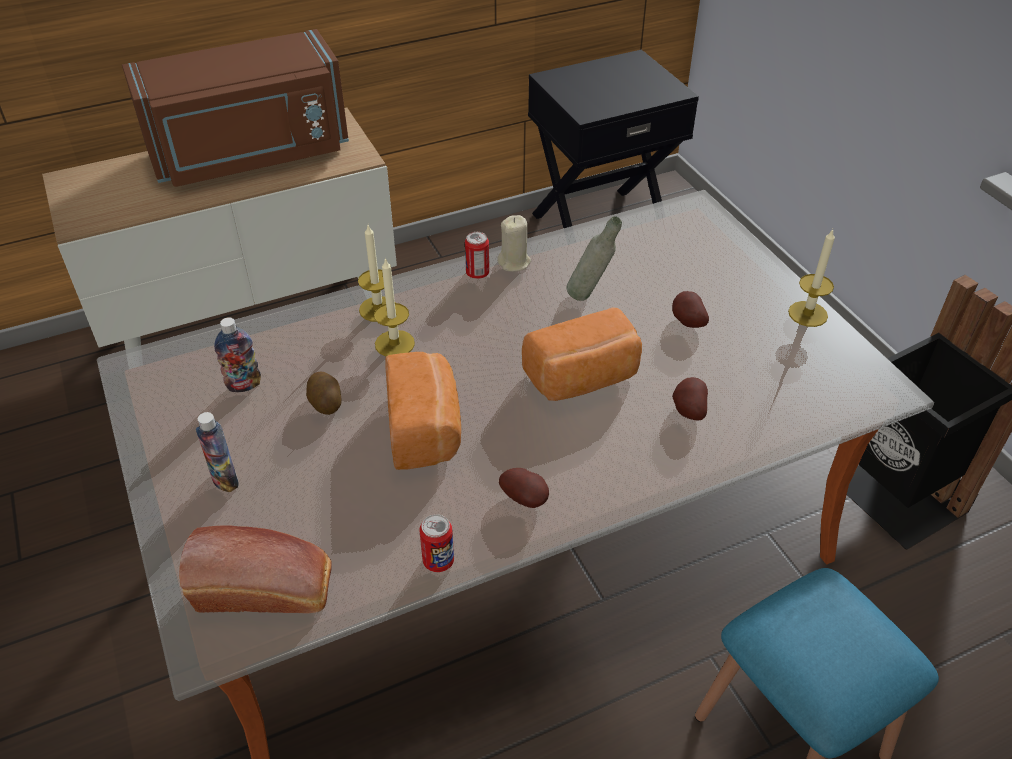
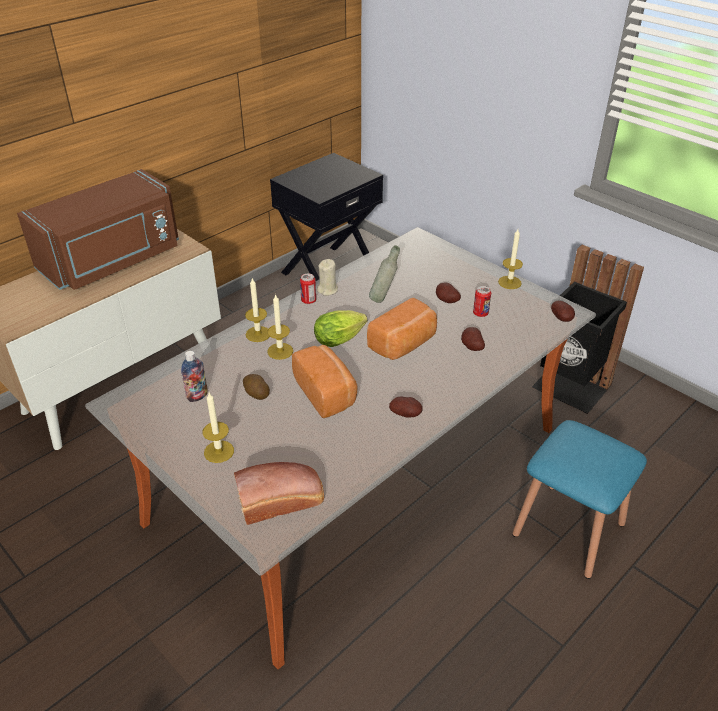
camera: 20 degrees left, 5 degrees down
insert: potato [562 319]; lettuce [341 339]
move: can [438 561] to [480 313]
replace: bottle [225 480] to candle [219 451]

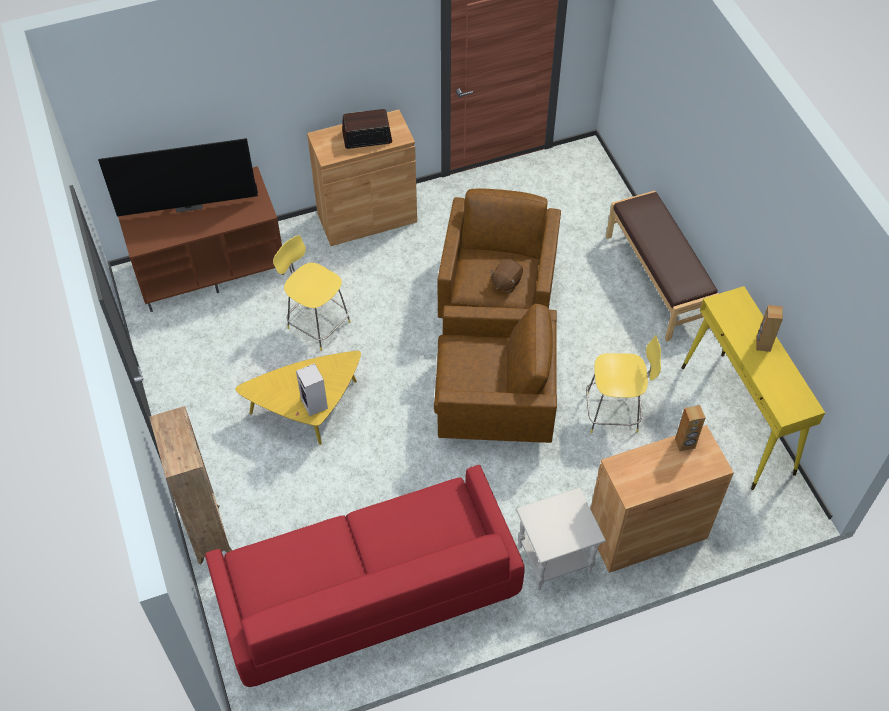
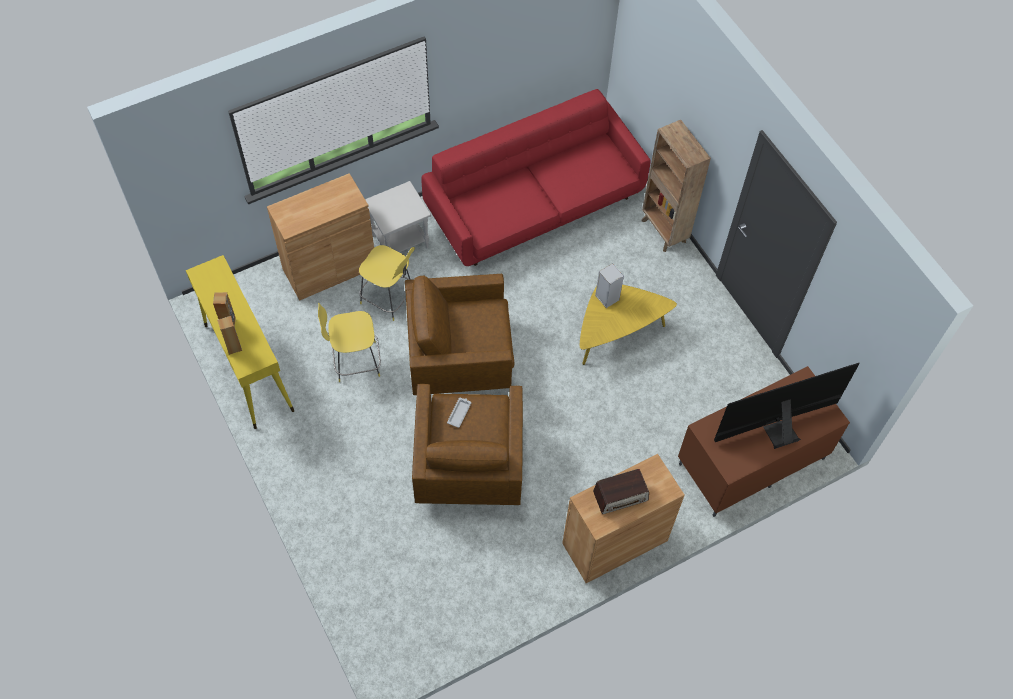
camera: 170 degrees right, 5 degrees up
delete: bench (brown) [657 280]
move: stool (yellow) [317 324] to [389 298]; speaker (brown) [685 444] to [234 347]
replace: plush toy (brown) [506 282] to tray (white) [459 413]

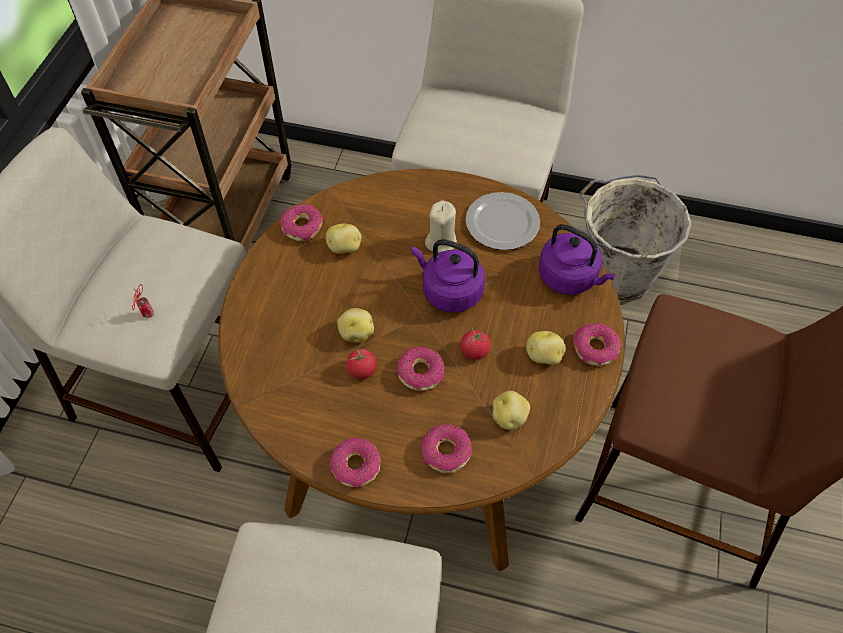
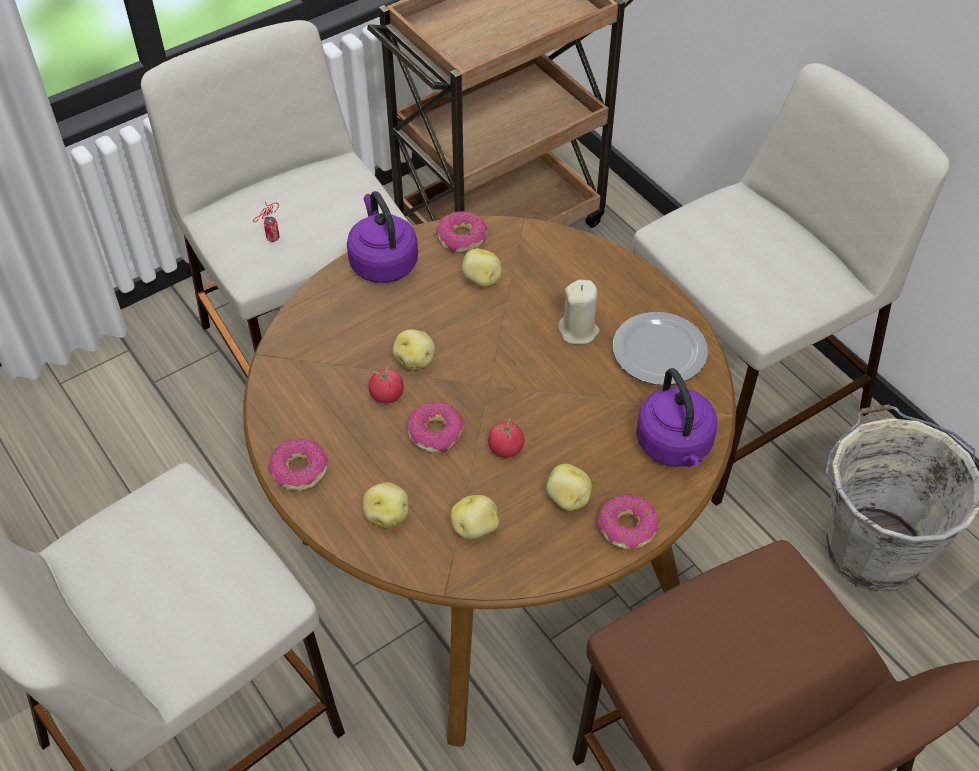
camera: 40 degrees right, 5 degrees down
move: kettle (purple) [449 291] to [382 262]
replace: donut [445 452] to potato [387 515]

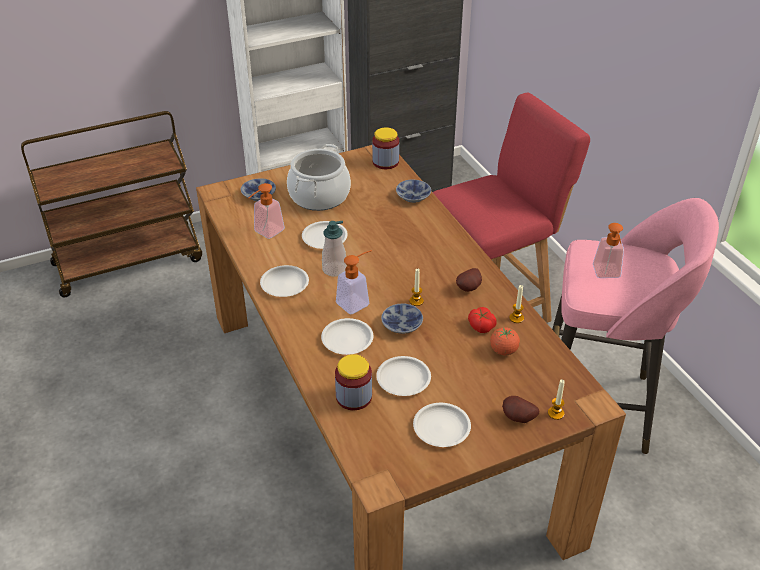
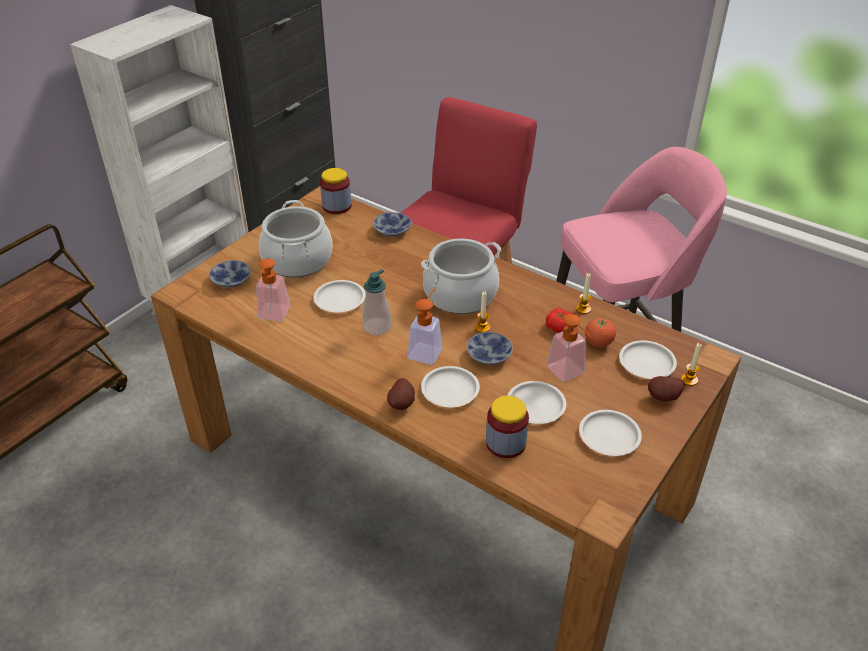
camera: 30 degrees left, 0 degrees up
insert: cooking pot [460 295]
move: soap dispenser [607 275] to [569 373]; plate (white) [284 284] to [646 363]; potato [469 288] to [402 404]

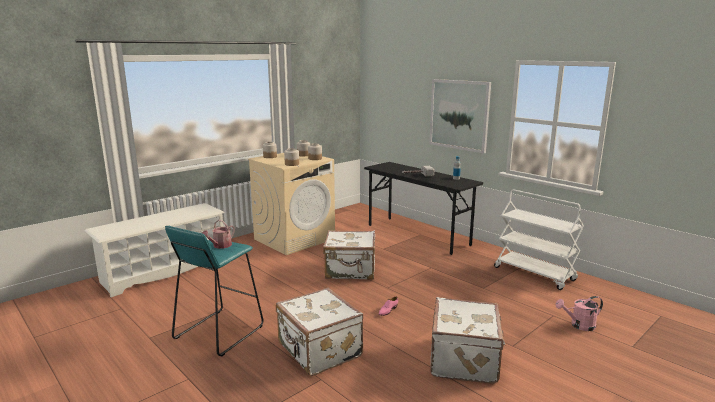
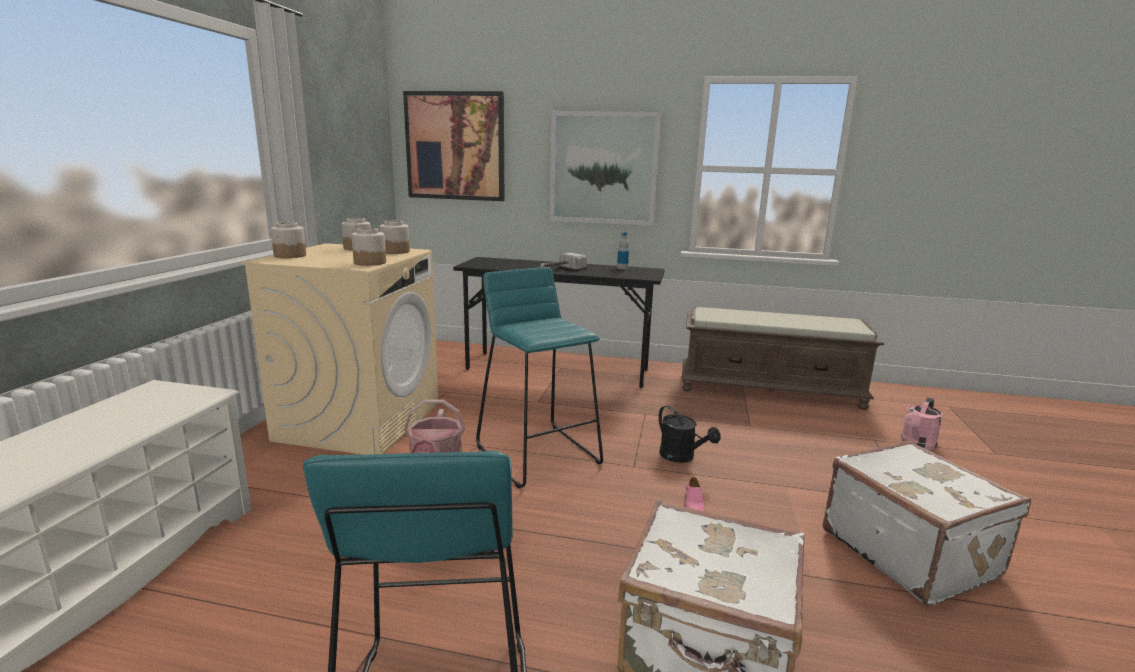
camera: 35 degrees left, 0 degrees up
insert: picture [455 146]; watering can (black) [682 457]
replace: cart (white) [535 274] to bench (brown) [770 389]; suitcase (white) [350 271] to stool (turquoise) [539 454]

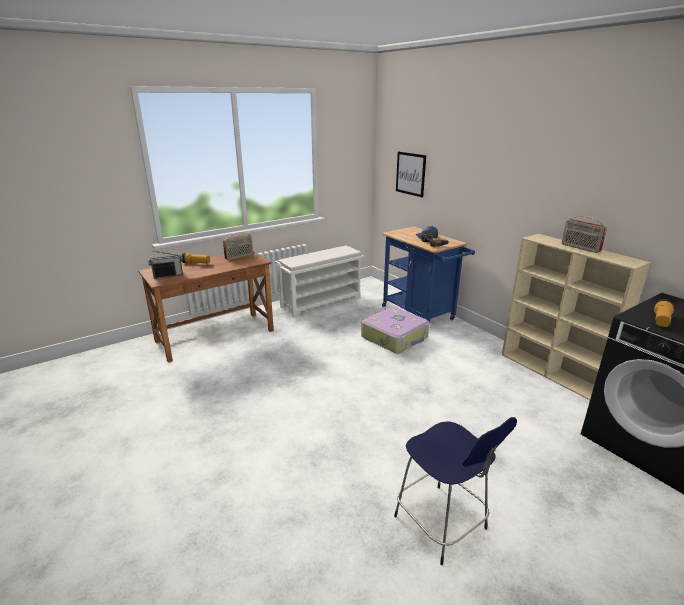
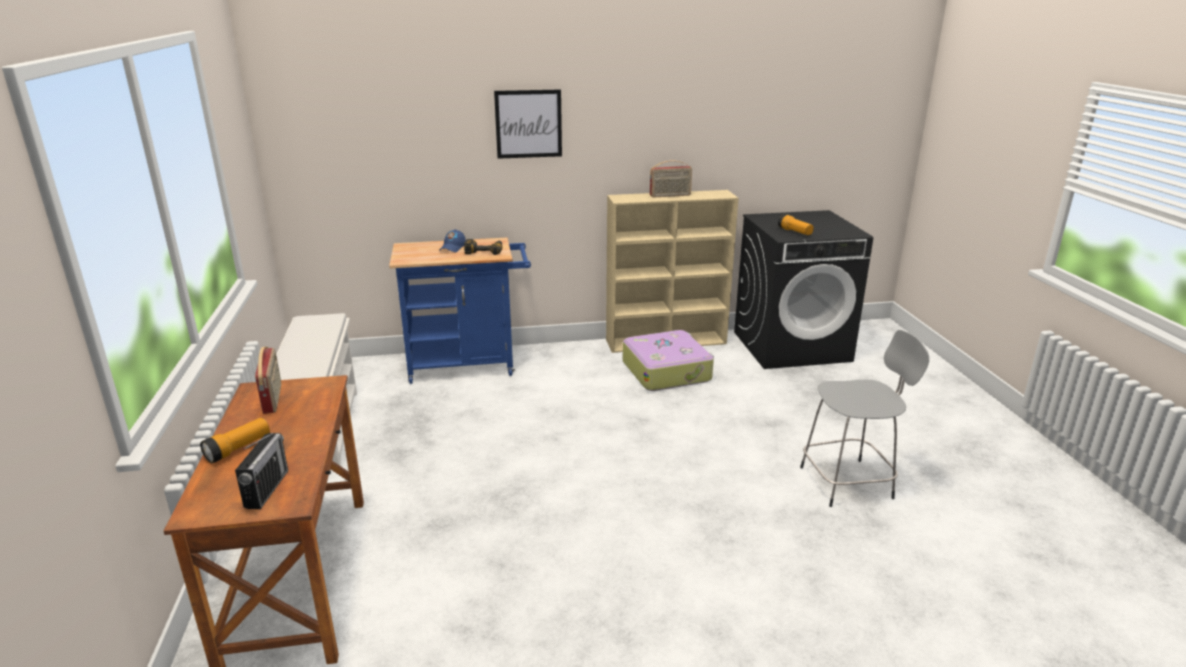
camera: 65 degrees left, 0 degrees up
move: picture [410 174] to [528 124]; suitcase [395 337] to [667 371]
recolor: stool (blue) [442 525] to stool (grey) [849 482]

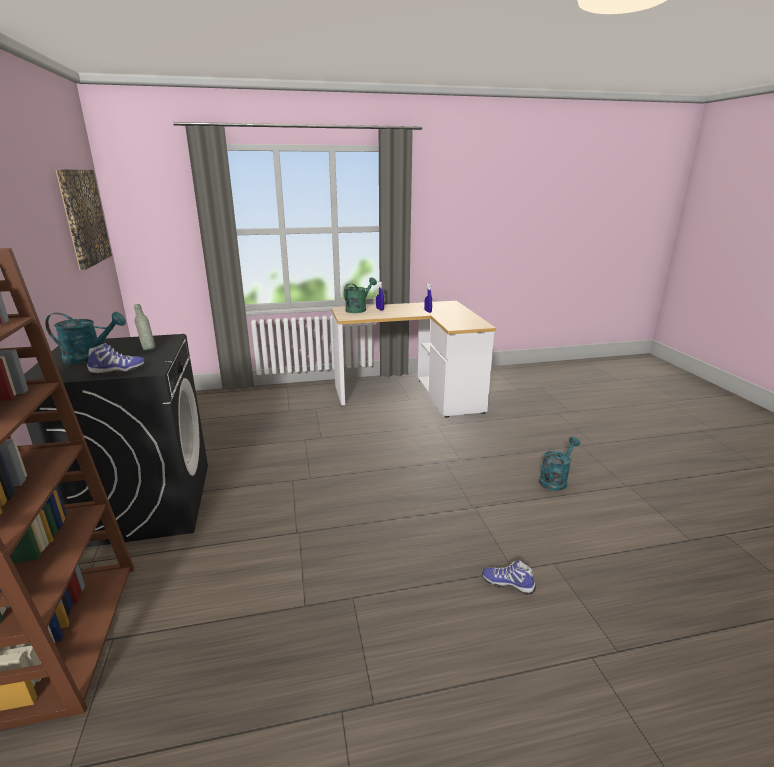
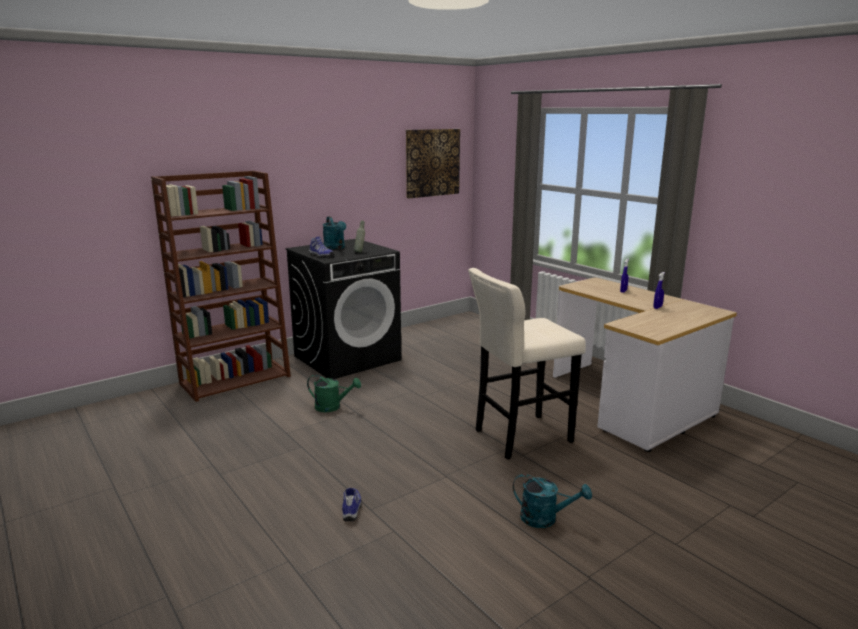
camera: 65 degrees right, 5 degrees down
insert: stool (beige) [519 437]
move: watering can (green) [358 309] to [332 407]

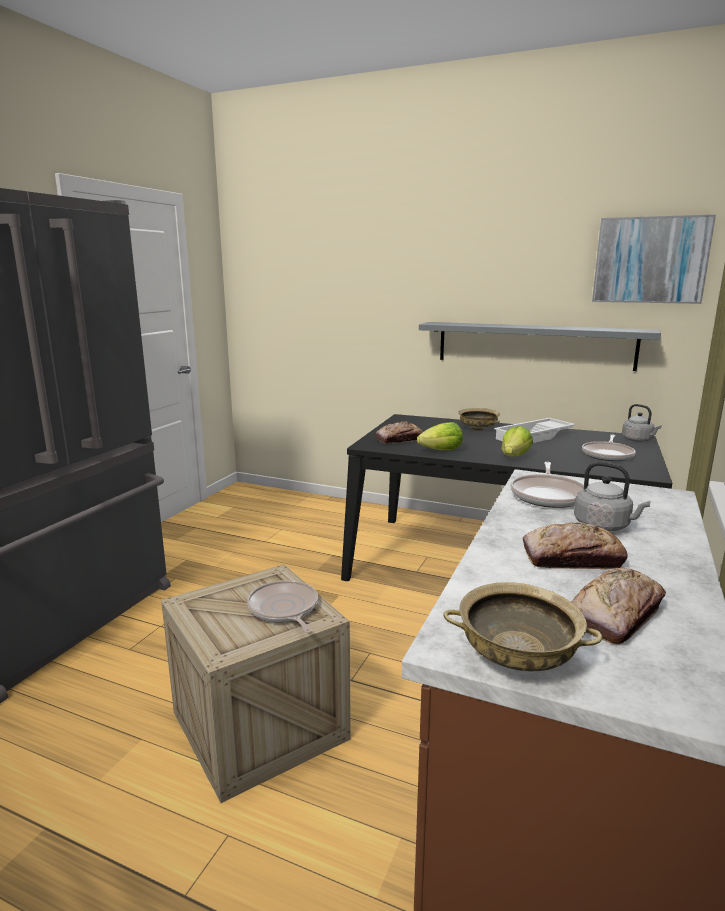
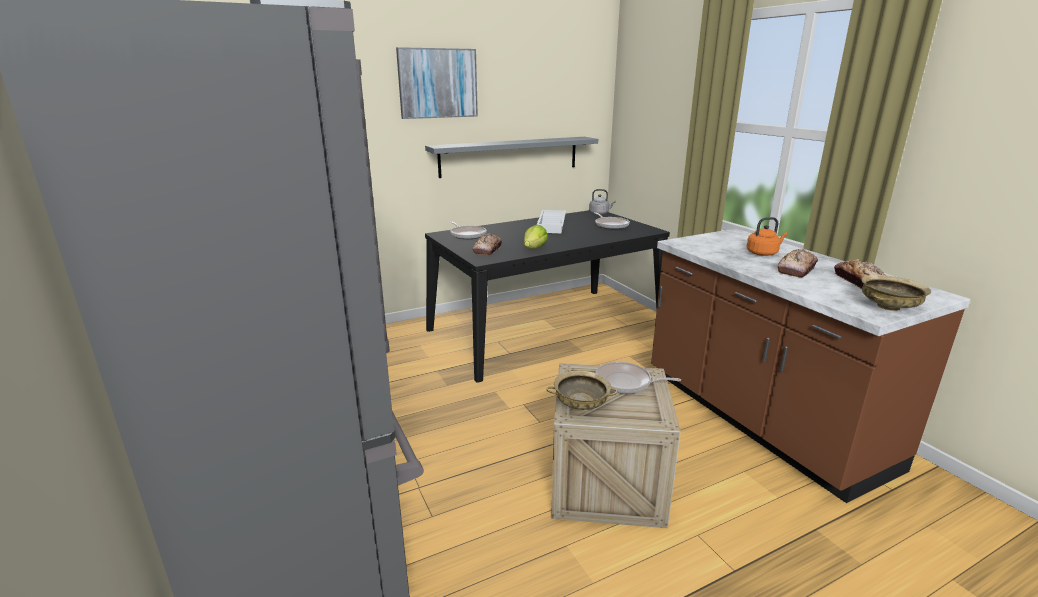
camera: 50 degrees left, 5 degrees up
delete: lettuce [515 456]
move: picture [650 260] to [438 83]; bowl (beige) [478 429] to [581 404]; frying pan [548 495] to [467 235]
recolor: kettle (grey) [604 526] to kettle (orange) [763 253]

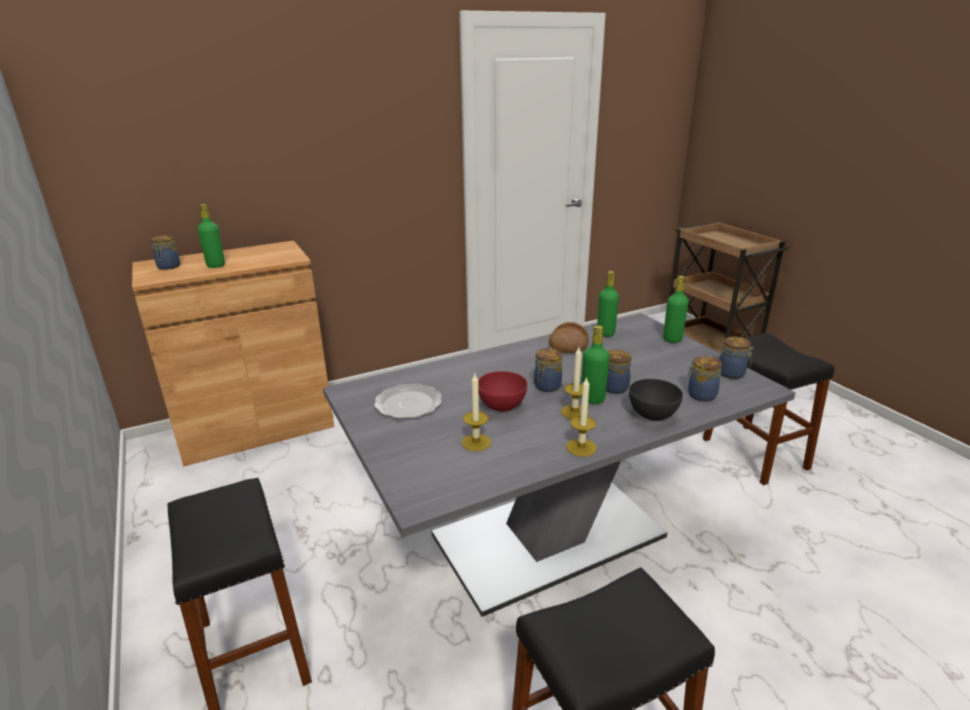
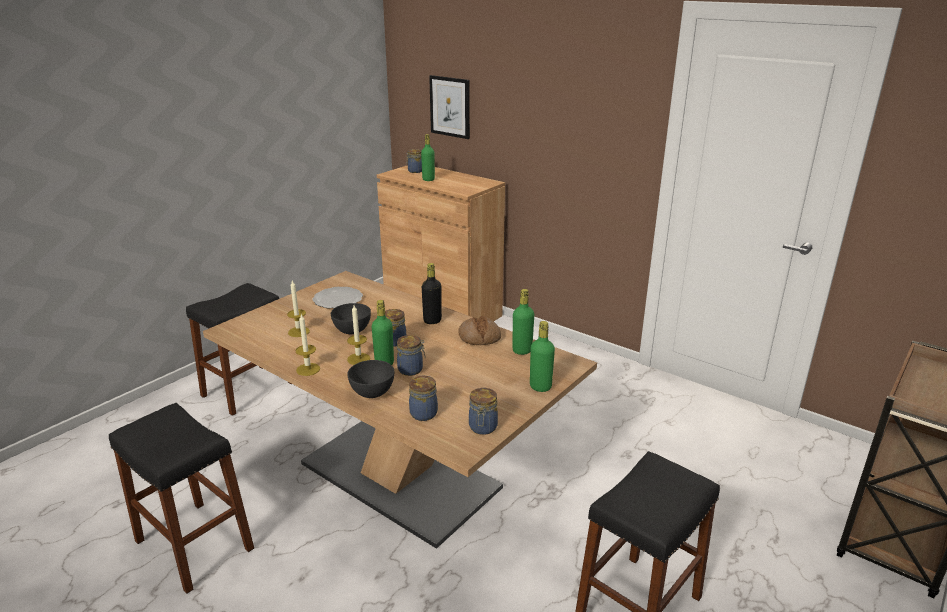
camera: 65 degrees right, 0 degrees up
insert: picture [450 106]; bottle (black) [432 320]
recolor: dining table (grey) [548 536] to dining table (brown) [399 475]; bowl (red) [501 406] to bowl (grey) [352 330]

